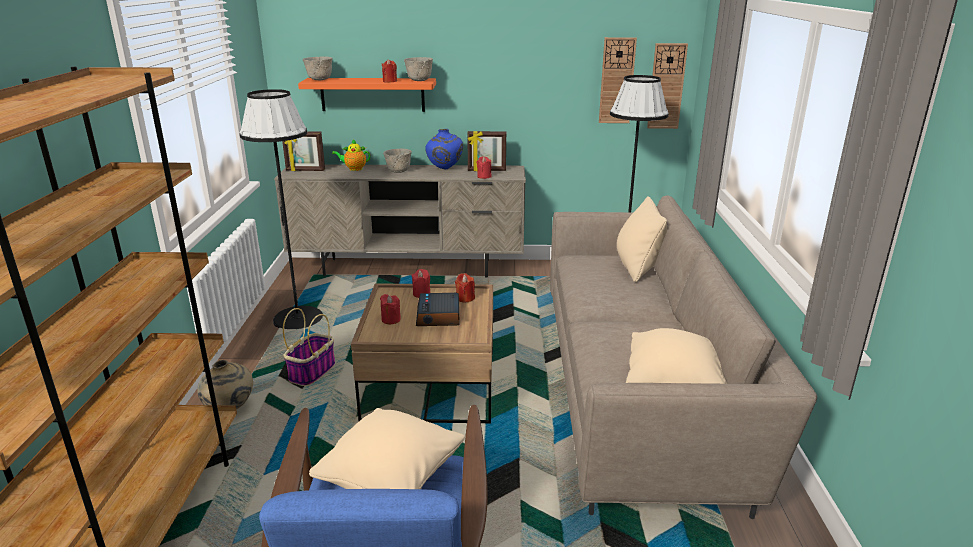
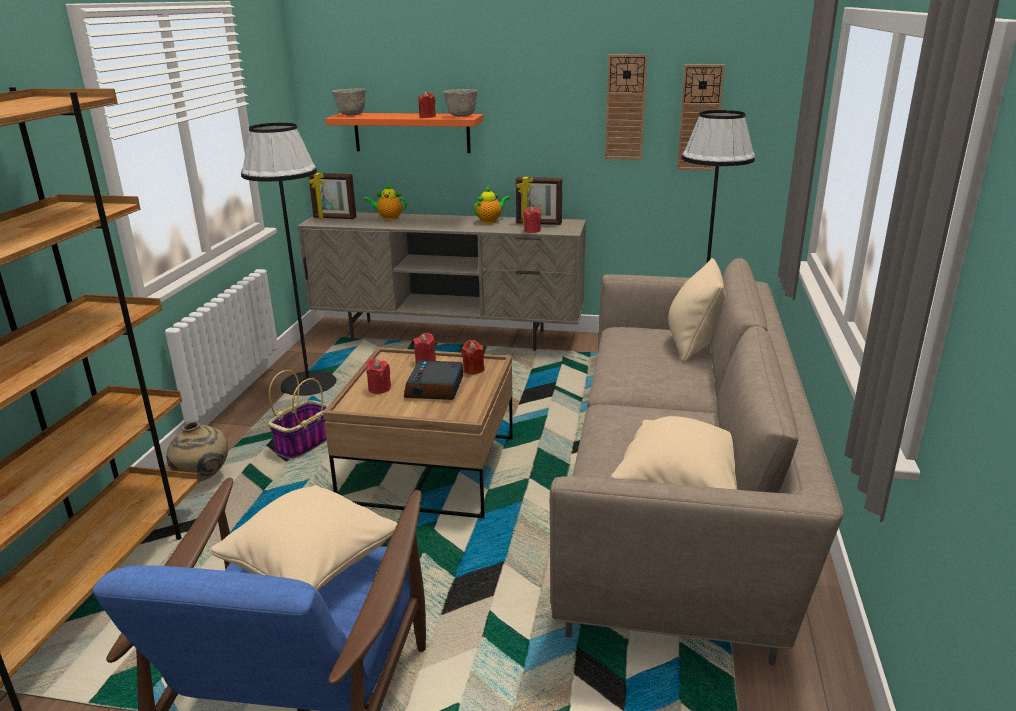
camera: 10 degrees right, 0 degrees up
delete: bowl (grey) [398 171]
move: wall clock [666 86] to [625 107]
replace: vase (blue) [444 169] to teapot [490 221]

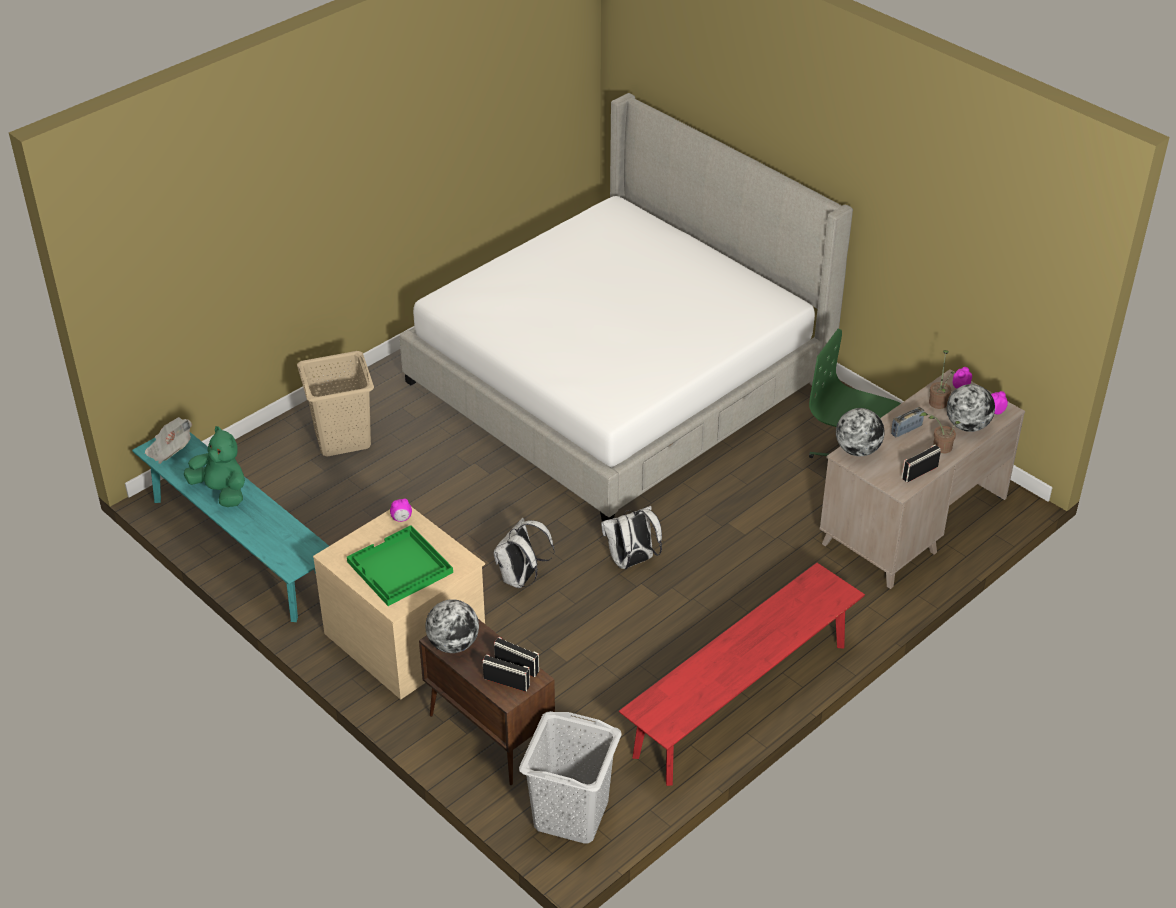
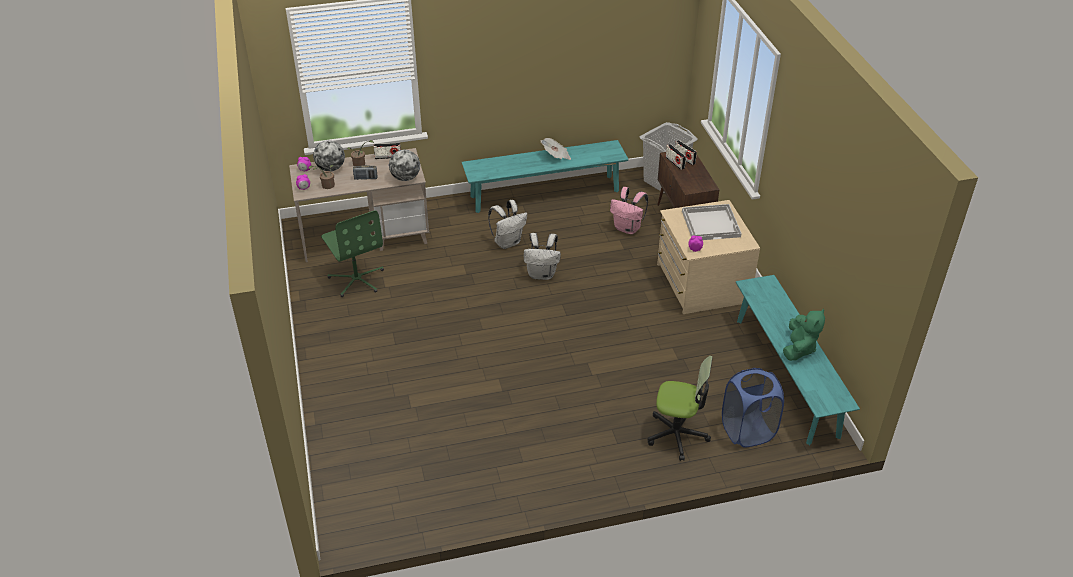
camera: 150 degrees left, 0 degrees up
delete: bed [618 380]; globe [453 644]
insert: backpack (pink) [628 228]; laundry basket (blue) [747 431]
move: newspaper [170 450] to [556 156]; backpack (white) [521 579] to [508 242]
replace: laundry basket (beige) [342 438] to office chair [677 435]
recolor: tray (green) [399 568] to tray (white) [711 223]; bench (red) [741 699] to bench (turquoise) [545 194]
rotate: plush toy (green) [221 491] = [799 348] 135 degrees counterclockwise

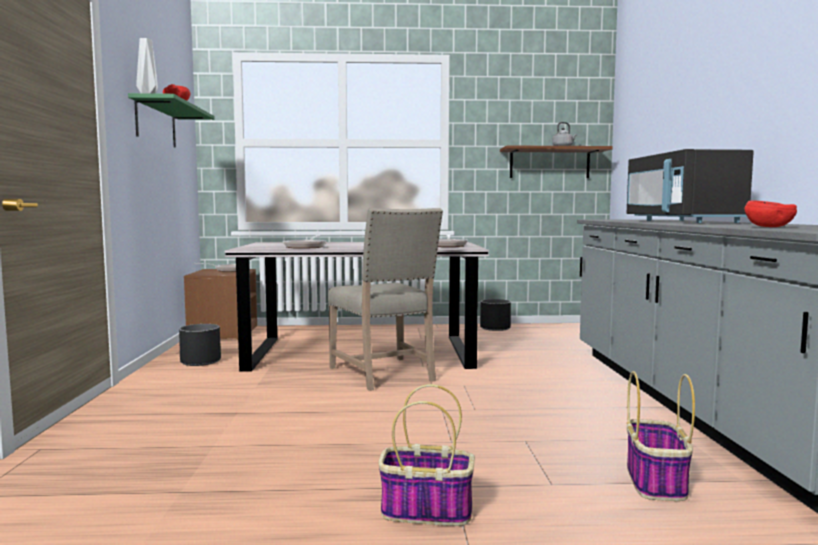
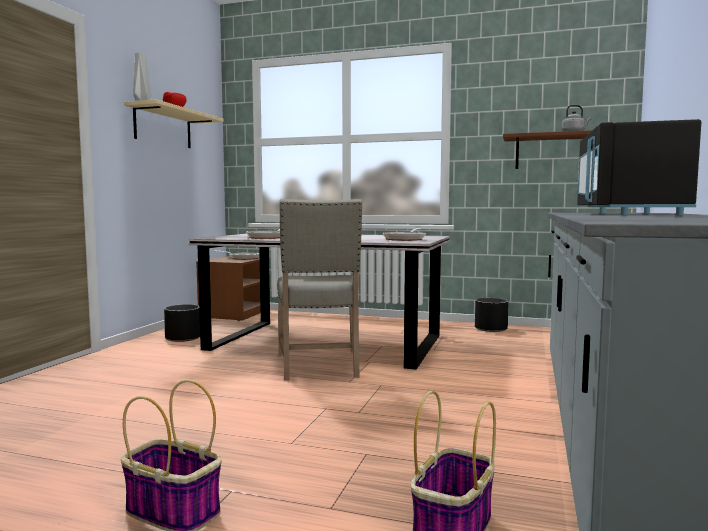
camera: 20 degrees right, 0 degrees up
delete: bowl (red) [769 227]
recolor: shelf (green) [156 124] to shelf (beige) [163 127]

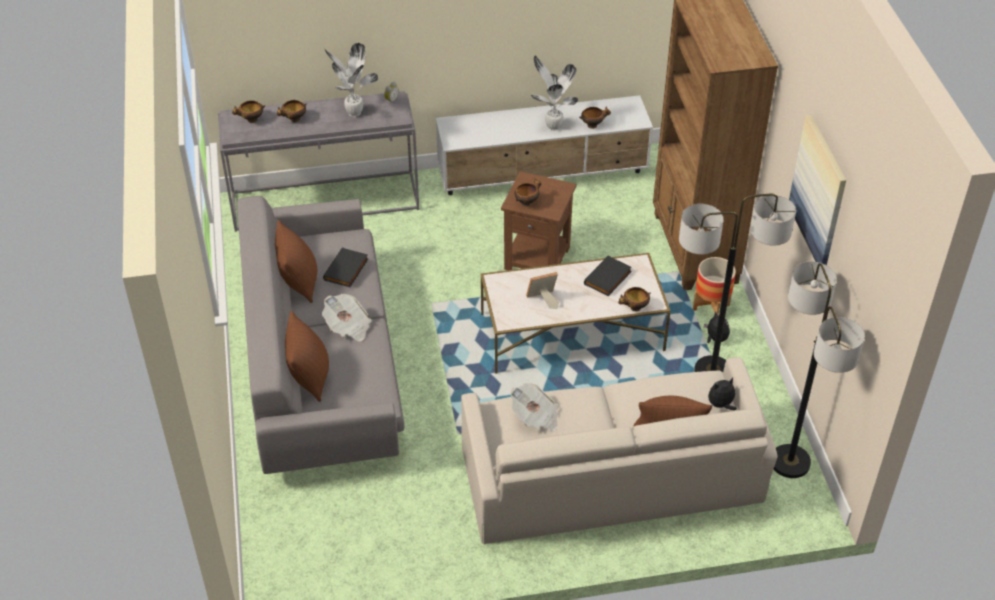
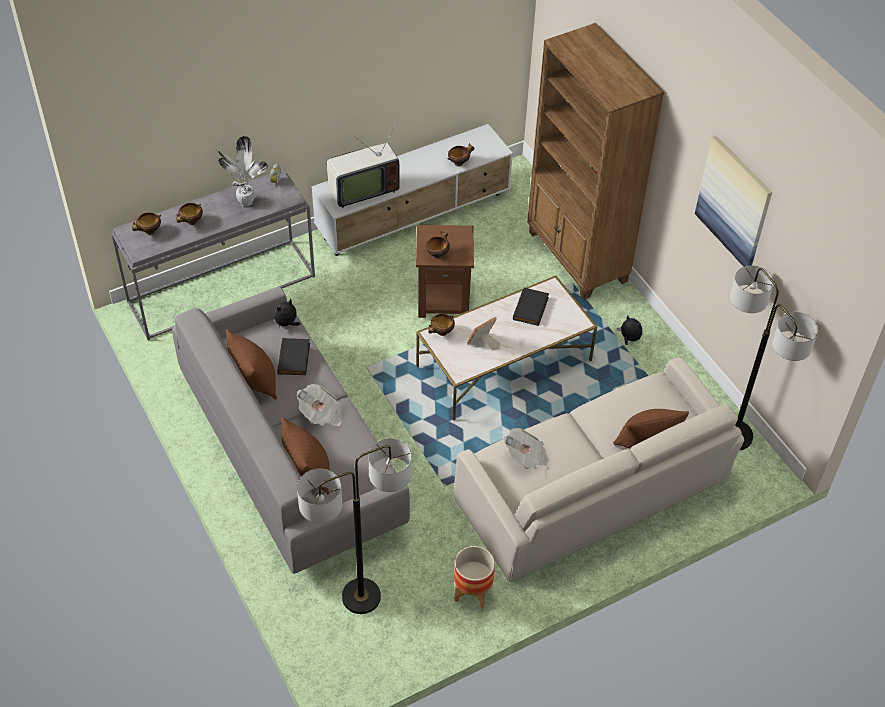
camera: 20 degrees left, 5 degrees up
delete: potted plant [552 126]
insert: television [361 190]
move: floor lamp [712 372] to [361 597]; planter [711 307] to [472 592]; bowl [634 308] to [441 333]; plush toy [721 405] to [287 323]

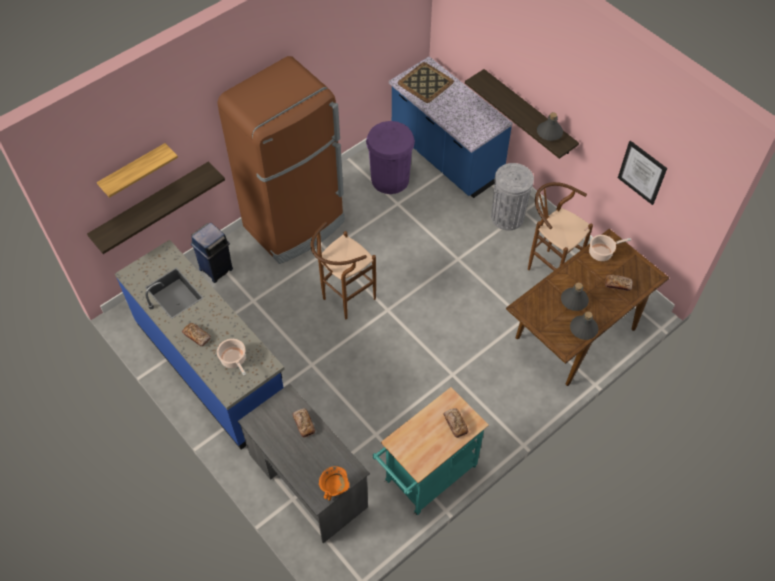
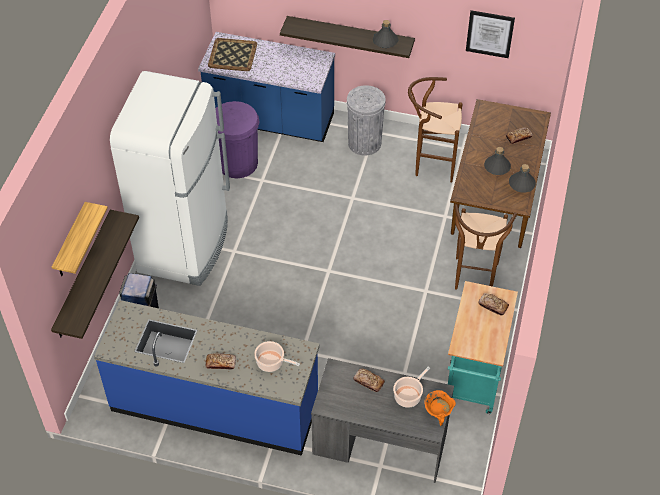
camera: 35 degrees left, 5 degrees down
move: stool (brown) [344 300] to [474 280]; cooking pot [602 252] to [408 396]
recolor: fridge (brown) [295 225] to fridge (white) [185 245]

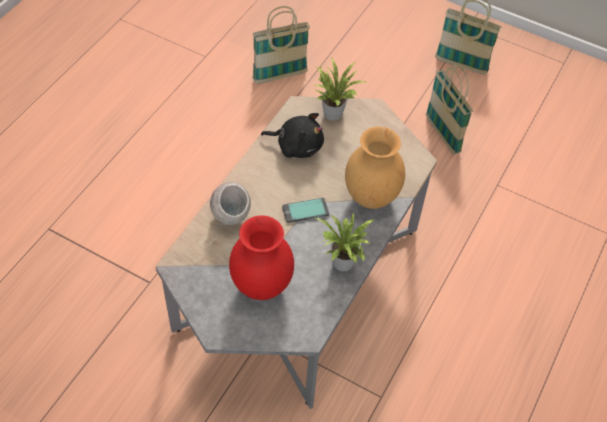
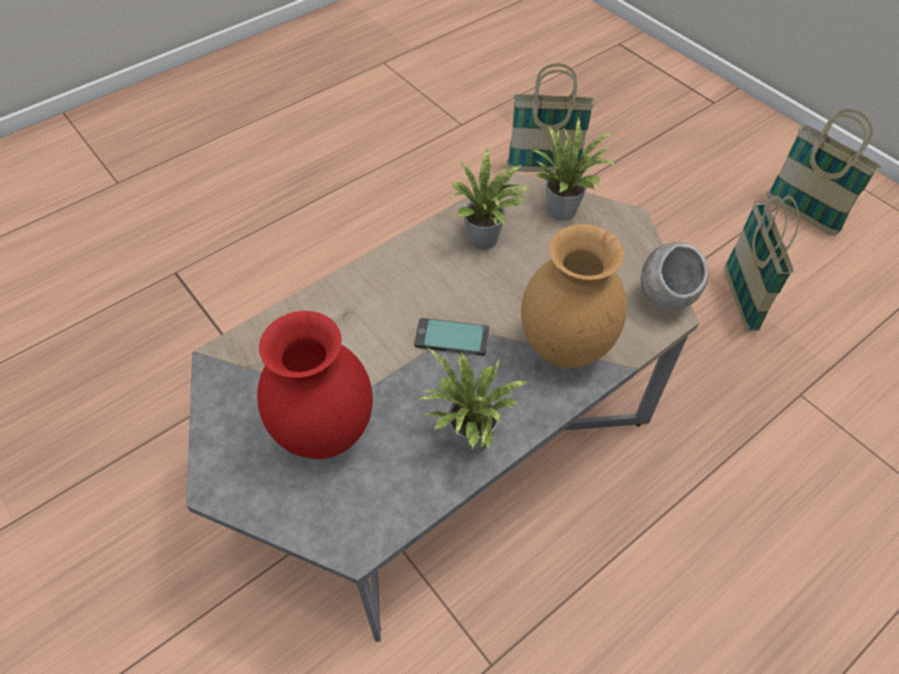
camera: 25 degrees right, 0 degrees up
move: bowl (grey) [230 218] to [664 300]
replace: plush toy (black) [297 146] to potted plant [486 240]

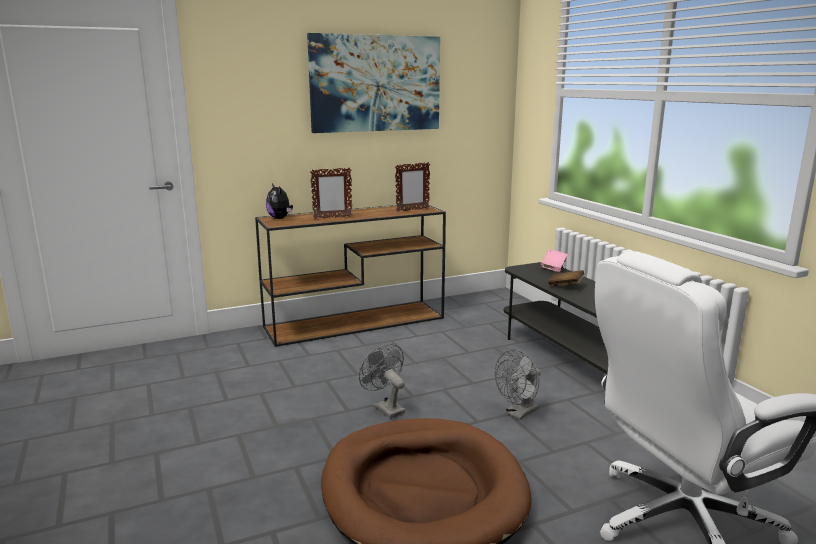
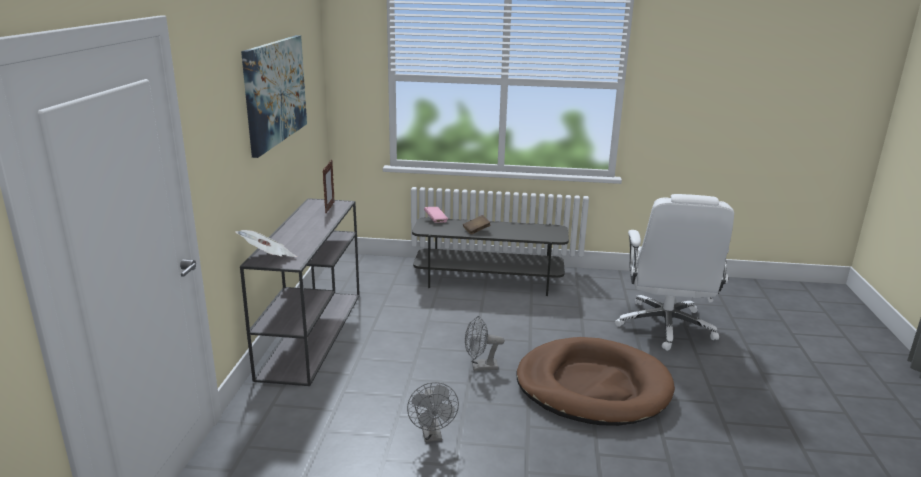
camera: 60 degrees left, 5 degrees up
delete: picture frame [332 217]
move: fan (grey) [518 413] to [432 436]
replace: plush toy [280 218] to newspaper [268 257]
recolor: console table (brown) [356 322] to console table (grey) [312 332]

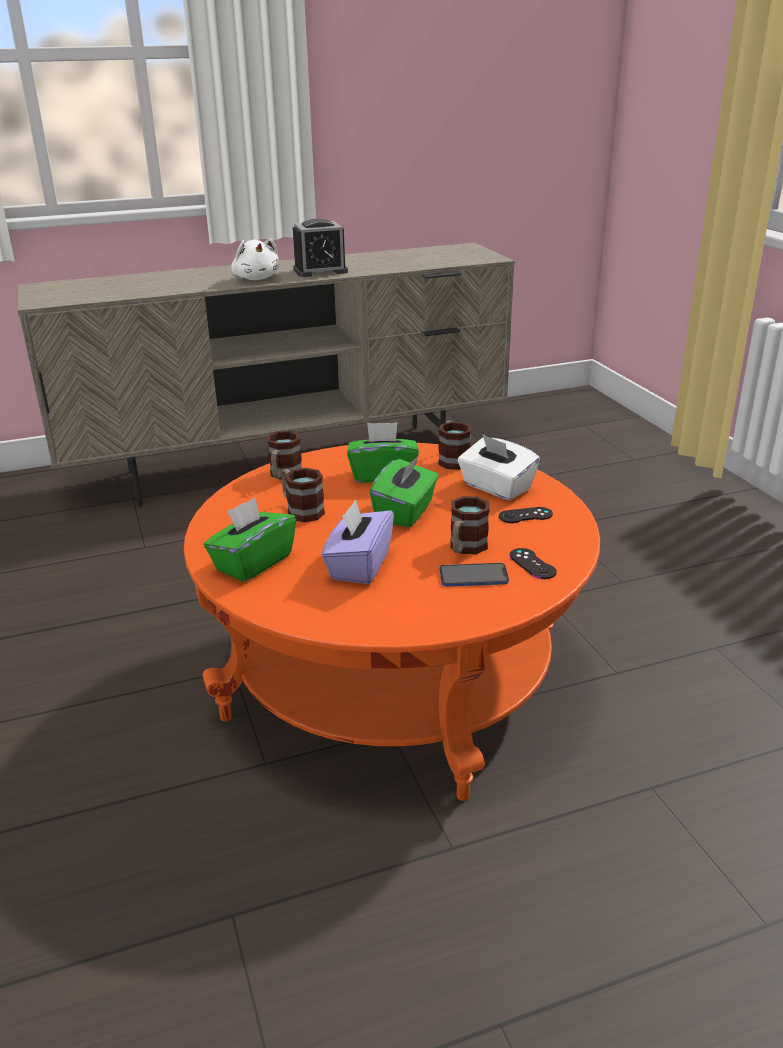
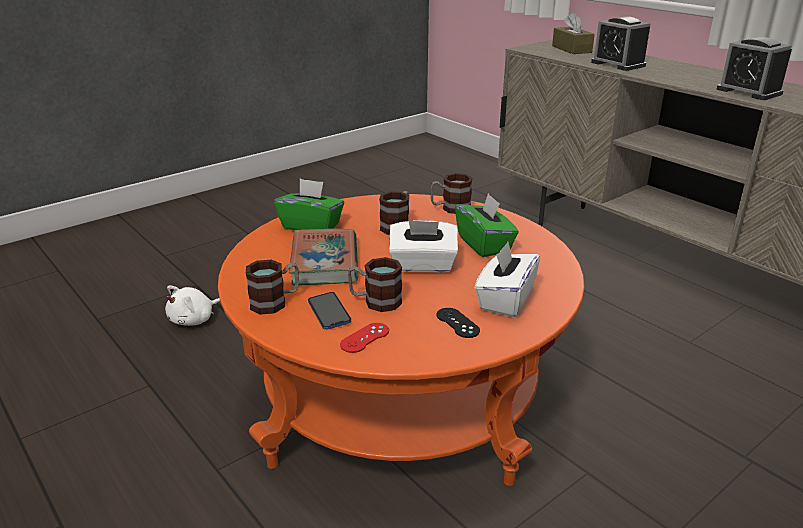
camera: 70 degrees right, 0 degrees up
insert: tissue box (brown) [571 49]; alarm clock [618 64]
move: plush toy (white) [256 278] to [194 320]; mug [452 459] to [275 302]
replace: tissue box (purple) [359 565] to book [325 262]
recolor: tissue box (green) [405 512] to tissue box (white) [423 265]; game controller (black) [532 564] to game controller (red) [365 338]

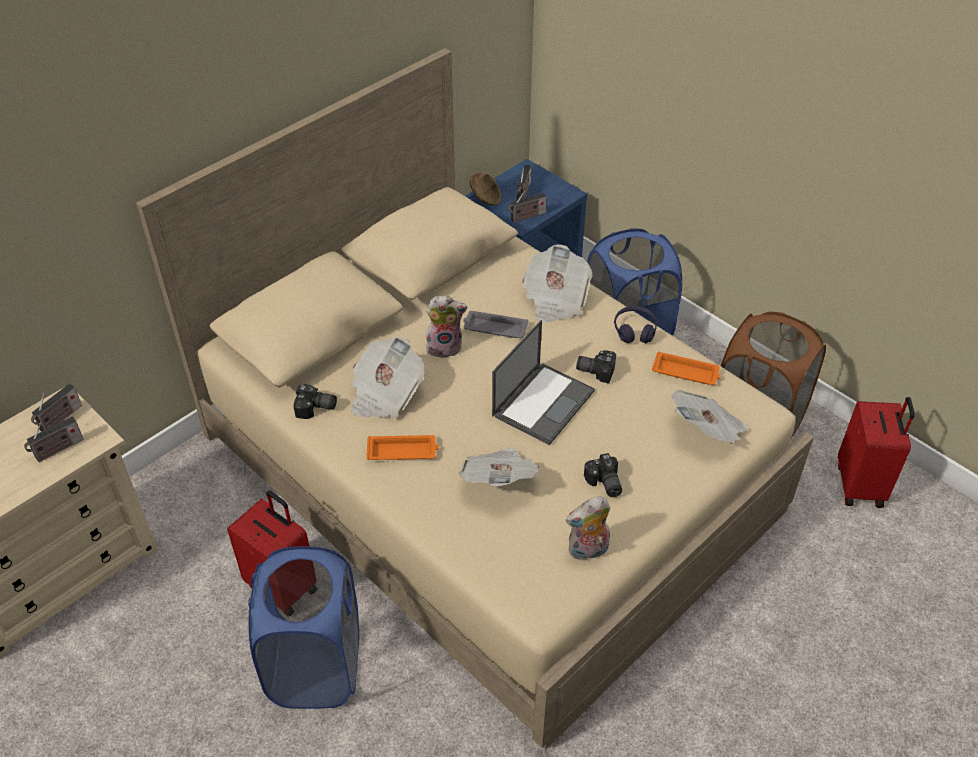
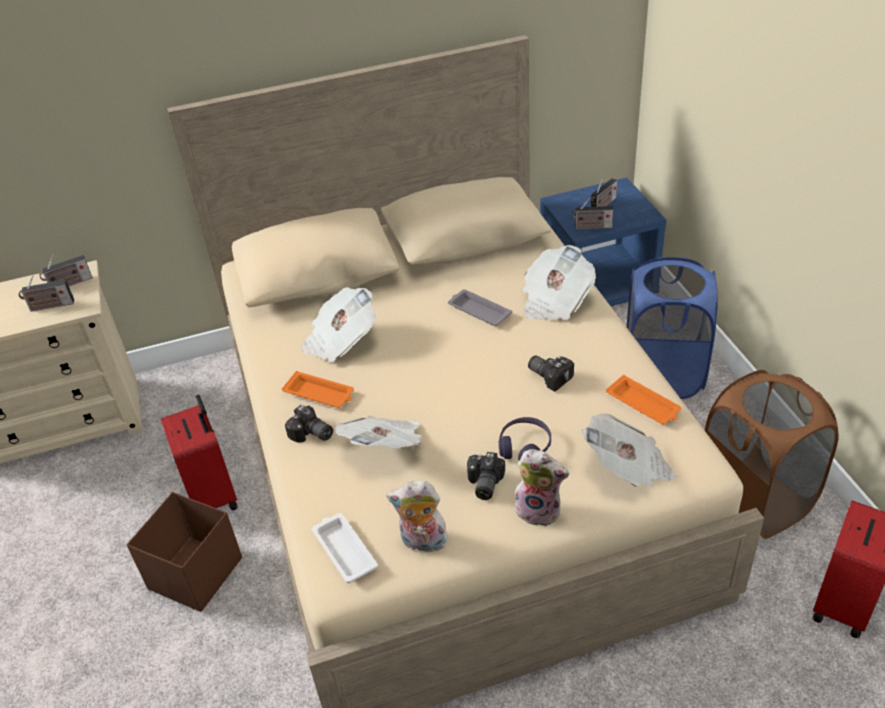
camera: 30 degrees right, 5 degrees down
delete: bowl (brown) [485 198]; laptop [543 402]
insert: tray (white) [344 550]
move: plush toy [445 346] to [540 510]; headphones (purple) [634 330] to [524 447]; photo camera [316 409] to [311 434]
replace: laundry basket (blue) [316 667] to storage box (brown) [194 574]

